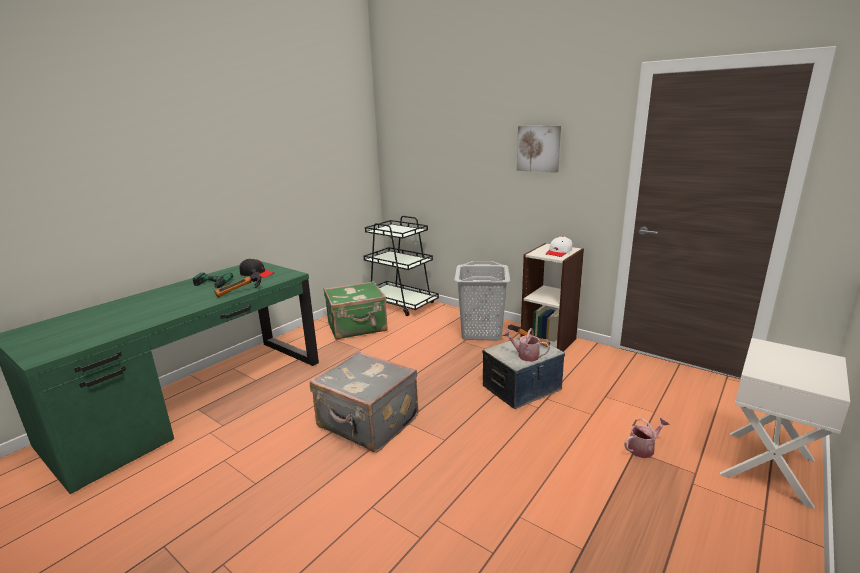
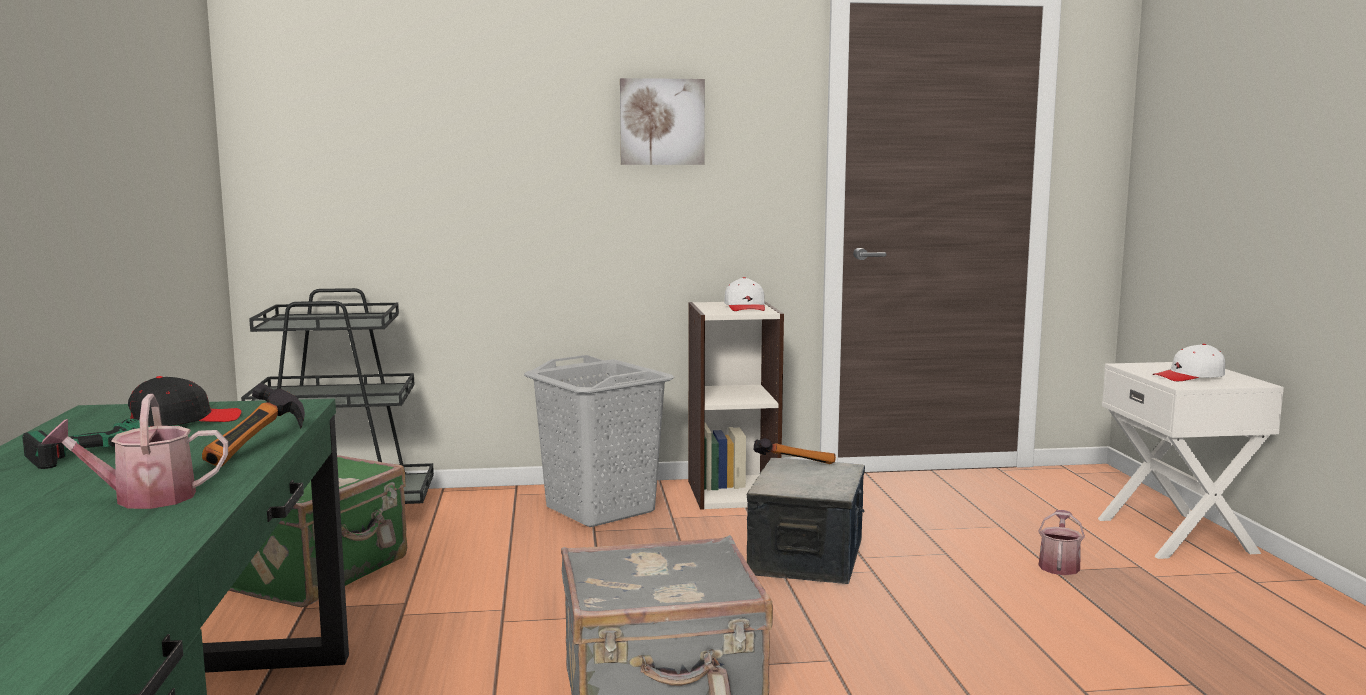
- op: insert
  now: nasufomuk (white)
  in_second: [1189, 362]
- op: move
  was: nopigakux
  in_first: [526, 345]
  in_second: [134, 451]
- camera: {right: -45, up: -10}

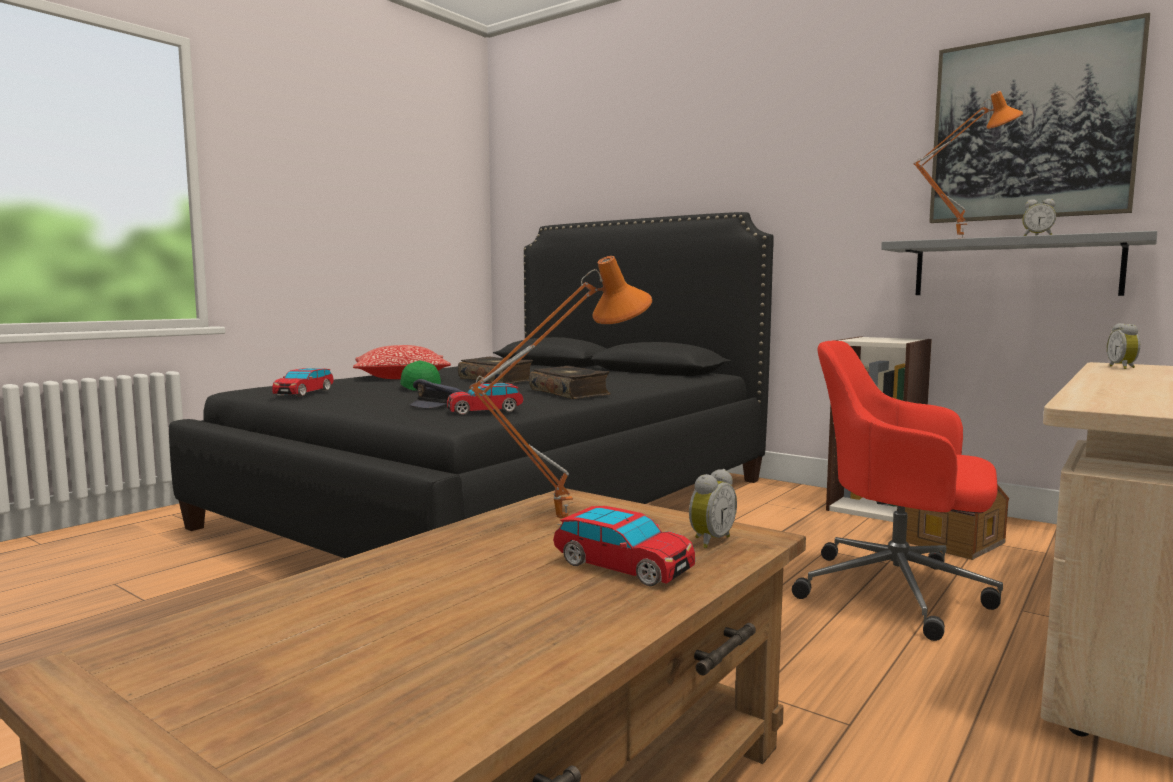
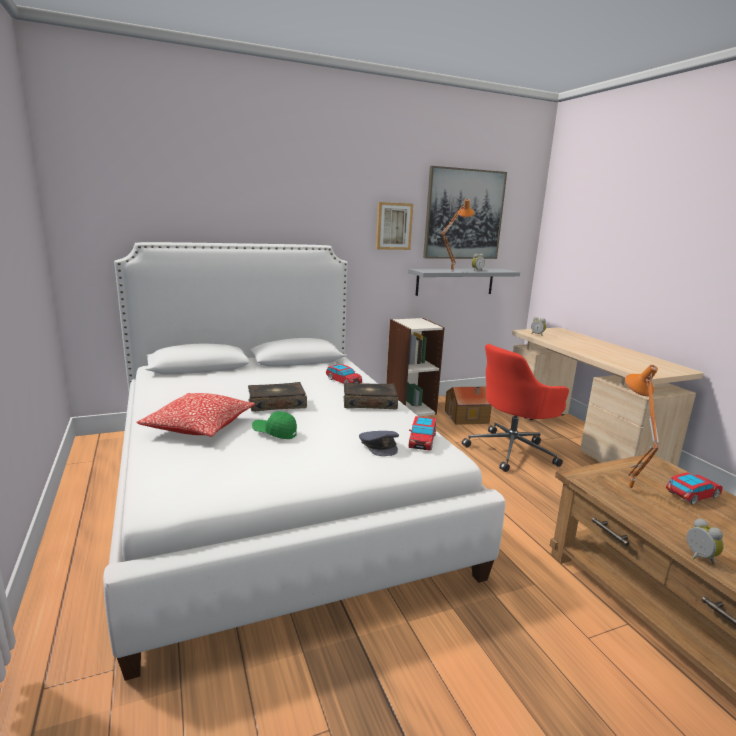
- op: insert
  now: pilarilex
  in_second: [394, 226]
- op: move
  was: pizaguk
  in_first: [303, 382]
  in_second: [344, 374]
- op: move
  was: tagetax
  in_first: [713, 508]
  in_second: [705, 541]
- op: recolor
  was: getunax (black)
  now: getunax (white)
  in_first: [471, 385]
  in_second: [304, 461]
- camera: {right: -60, up: 10}

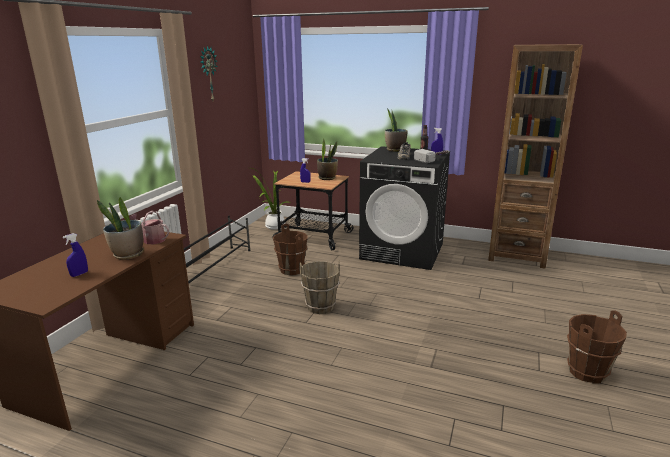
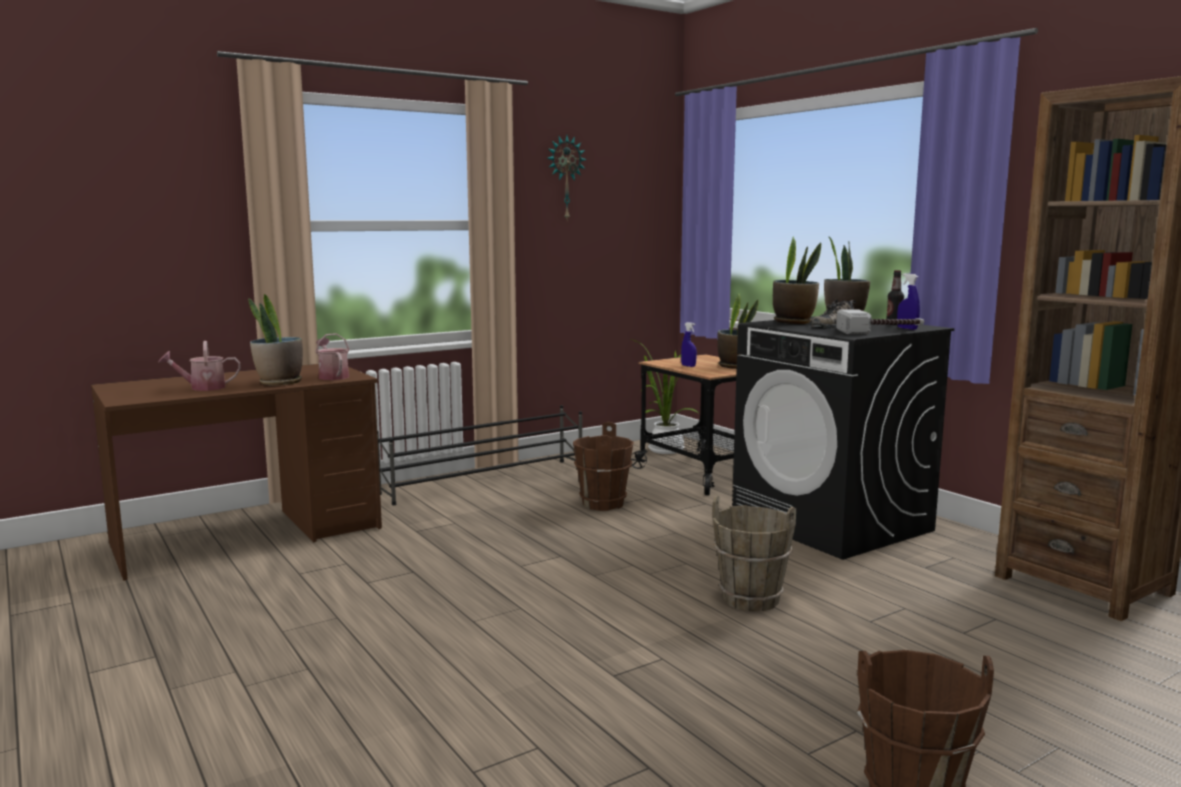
- op: insert
  now: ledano
  in_second: [797, 280]
- op: move
  was: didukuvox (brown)
  in_first: [319, 287]
  in_second: [754, 553]
- op: replace
  was: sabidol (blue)
  now: nopigakux
  in_first: [75, 255]
  in_second: [199, 366]
- camera: {right: 35, up: -10}

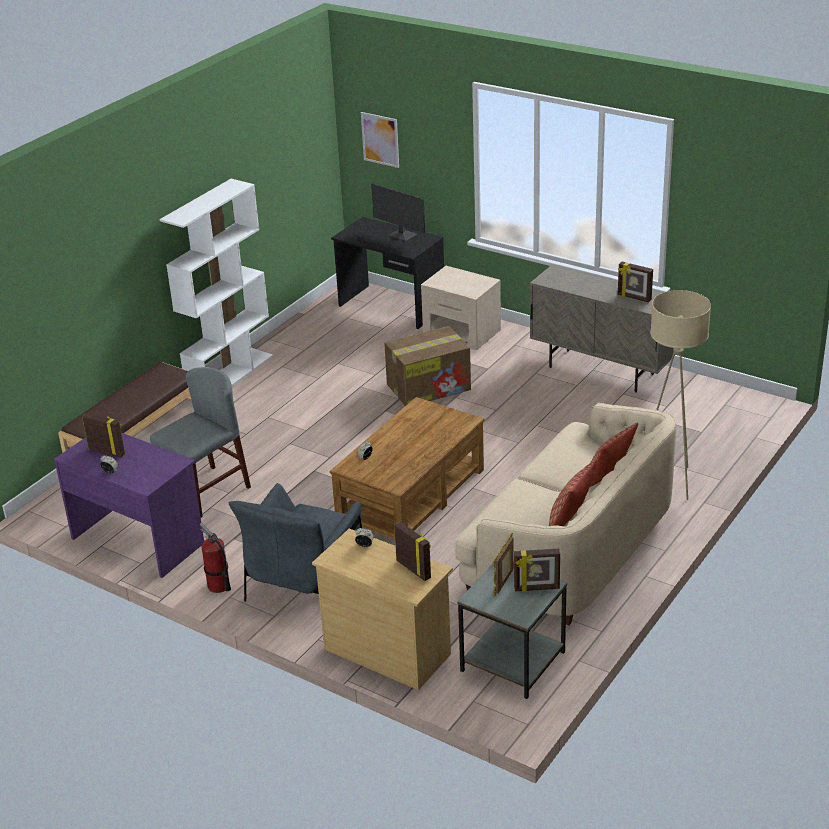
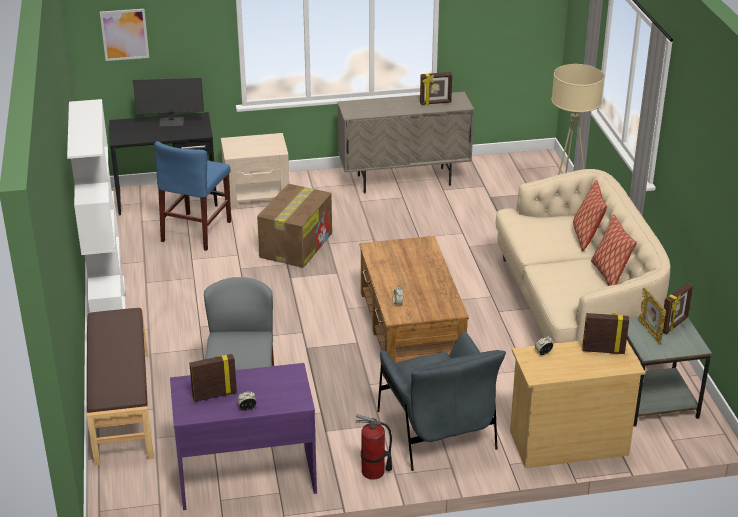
- op: insert
  now: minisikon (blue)
  in_second: [192, 196]
- camera: {right: -45, up: 0}

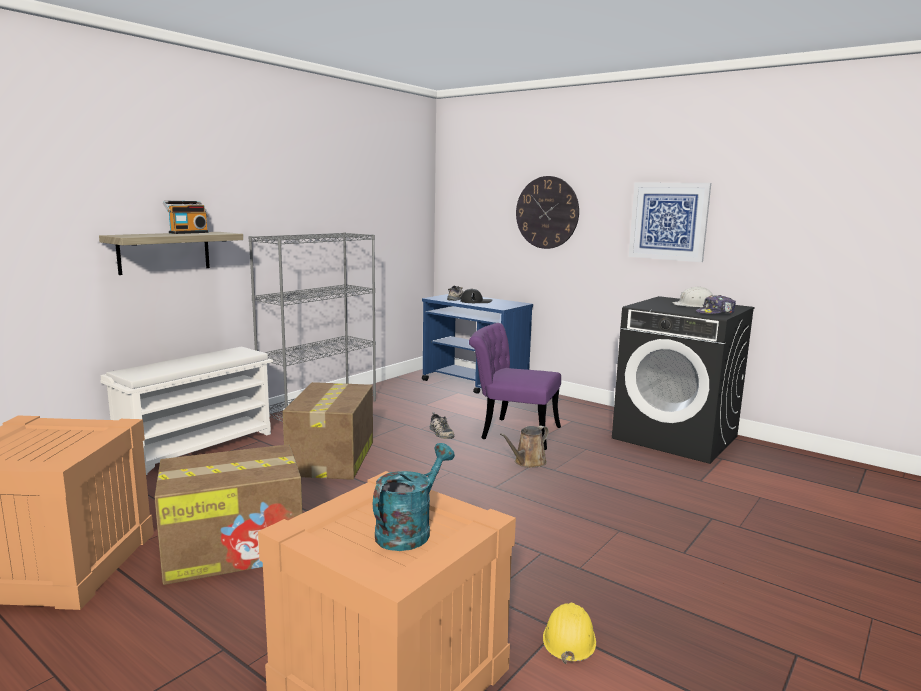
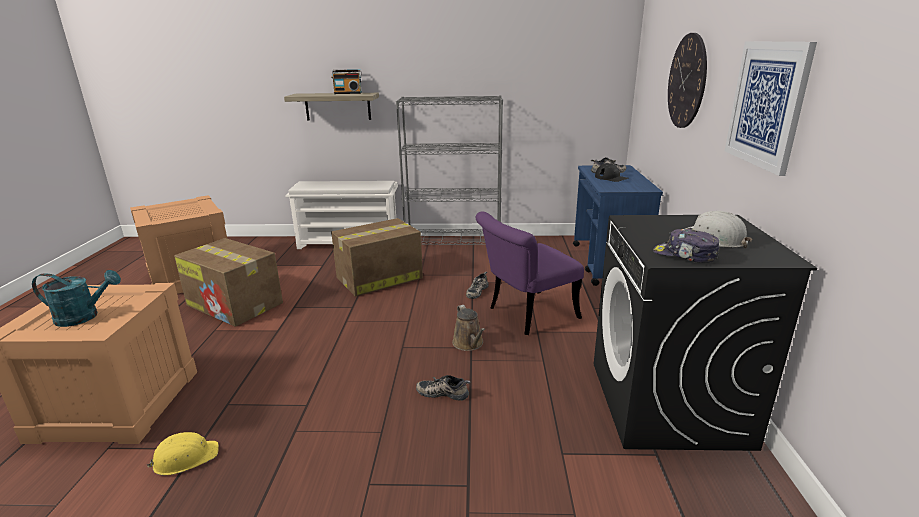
- op: insert
  now: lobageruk
  in_second: [443, 388]
- op: rotate
  was: minisikon (purple)
  in_first: [515, 386]
  in_second: [530, 273]
  clockwise: -105
- op: rotate
  was: nopigakux (brown)
  in_first: [524, 447]
  in_second: [468, 328]
  clockwise: -120
- camera: {right: 55, up: 10}

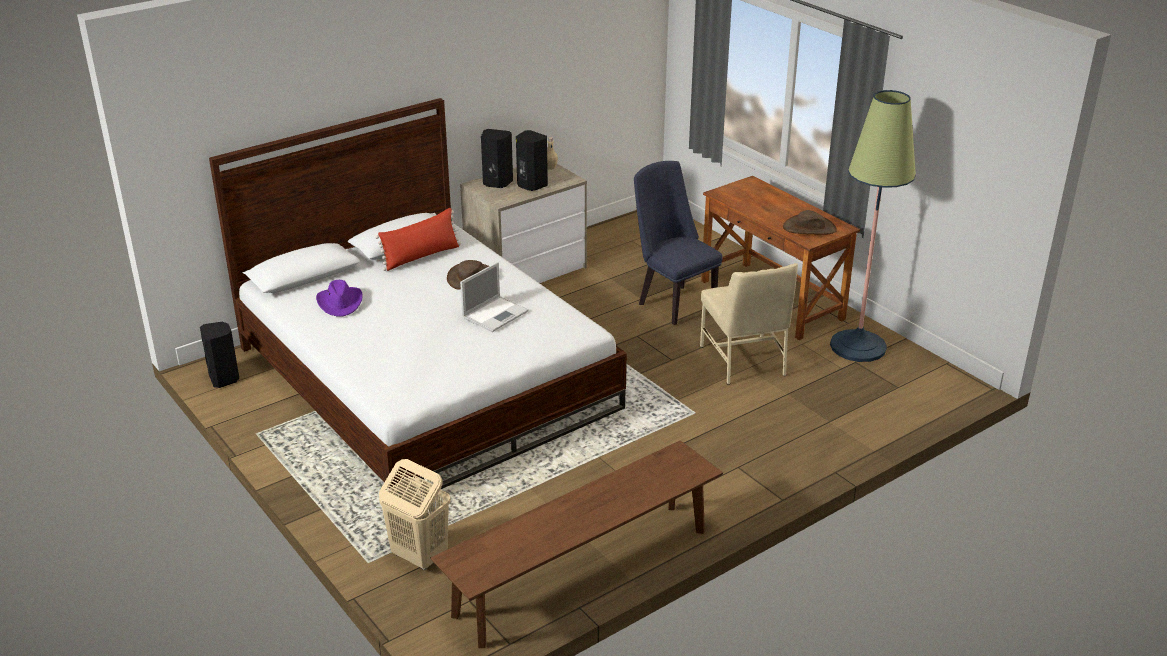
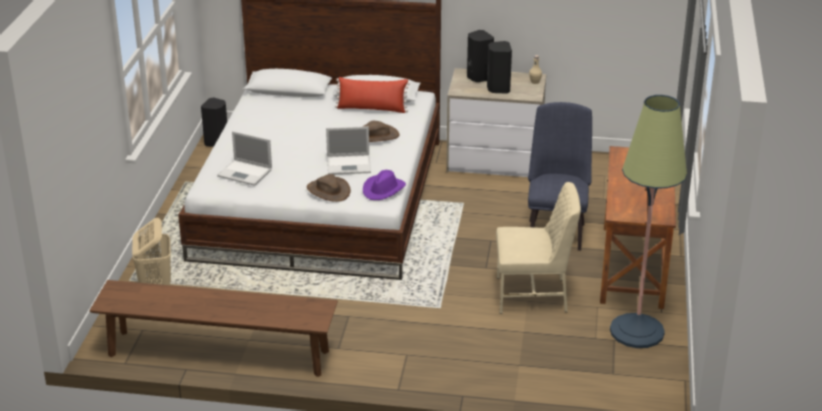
- op: insert
  now: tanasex
  in_second: [244, 158]
- op: move
  was: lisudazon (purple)
  in_first: [339, 298]
  in_second: [384, 185]
- op: move
  was: lisudazon (brown)
  in_first: [810, 222]
  in_second: [329, 188]
- op: rotate
  was: minisikon (beige)
  in_first: [749, 324]
  in_second: [538, 248]
  clockwise: -120
- camera: {right: 45, up: 0}

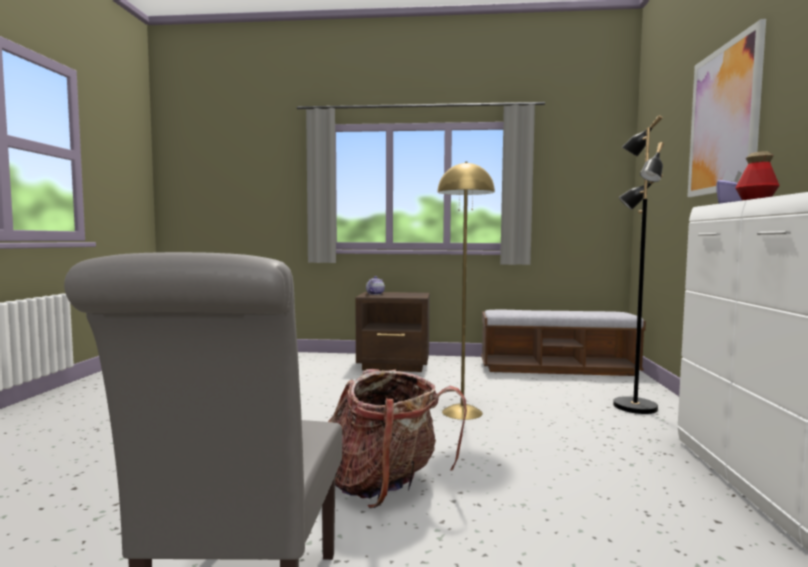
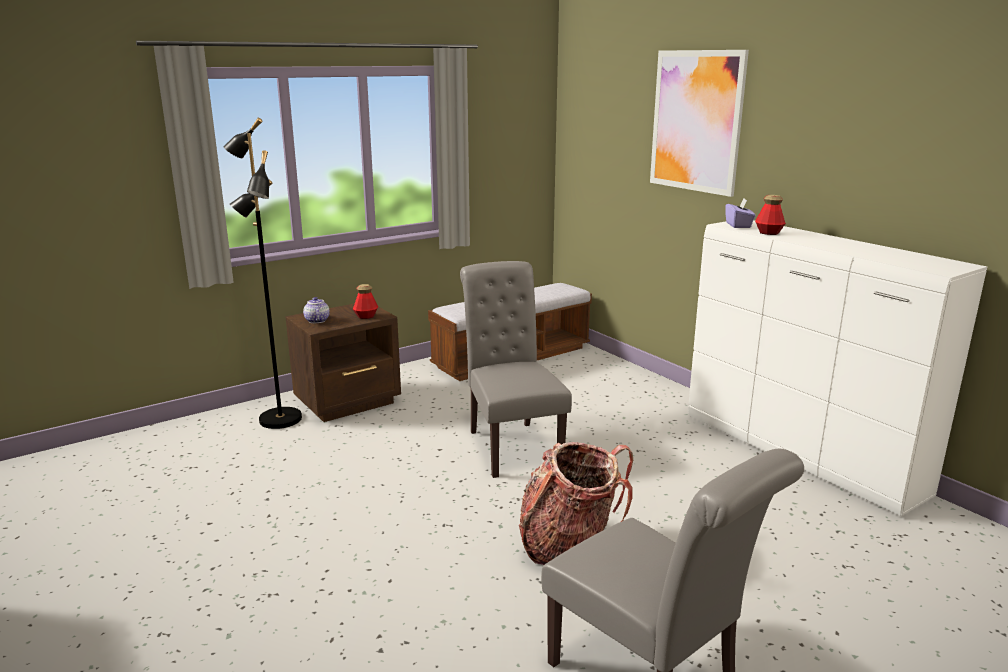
- op: insert
  now: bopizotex
  in_second: [365, 301]
- op: move
  was: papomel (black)
  in_first: [638, 264]
  in_second: [263, 273]
- op: replace
  was: papomel (yellow)
  now: minisikon (grey)
  in_first: [466, 291]
  in_second: [516, 369]
- camera: {right: -40, up: 15}

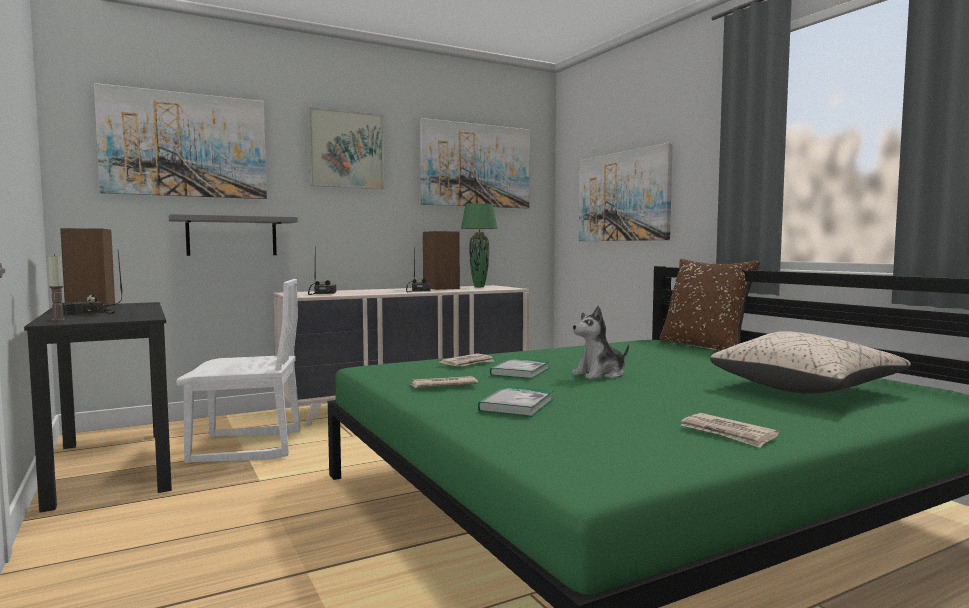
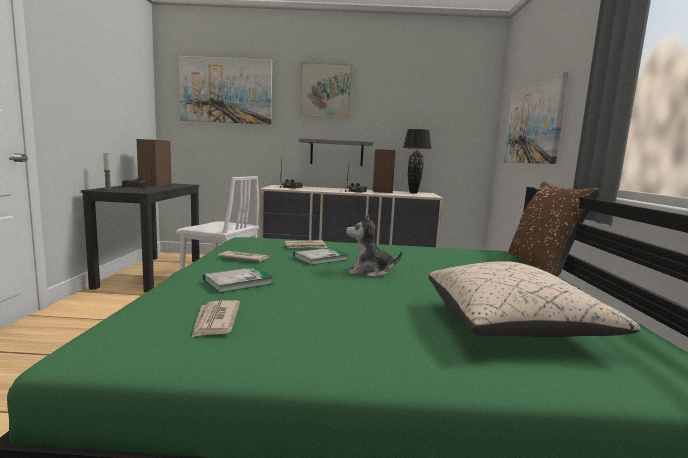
- op: delete
  was: pilarilex
  in_first: [475, 163]
- op: move
  was: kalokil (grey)
  in_first: [233, 235]
  in_second: [336, 152]
- op: move
  was: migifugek
  in_first: [730, 430]
  in_second: [215, 319]
- op: recolor
  was: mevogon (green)
  now: mevogon (black)
  in_first: [479, 245]
  in_second: [417, 161]
- camera: {right: 30, up: 5}

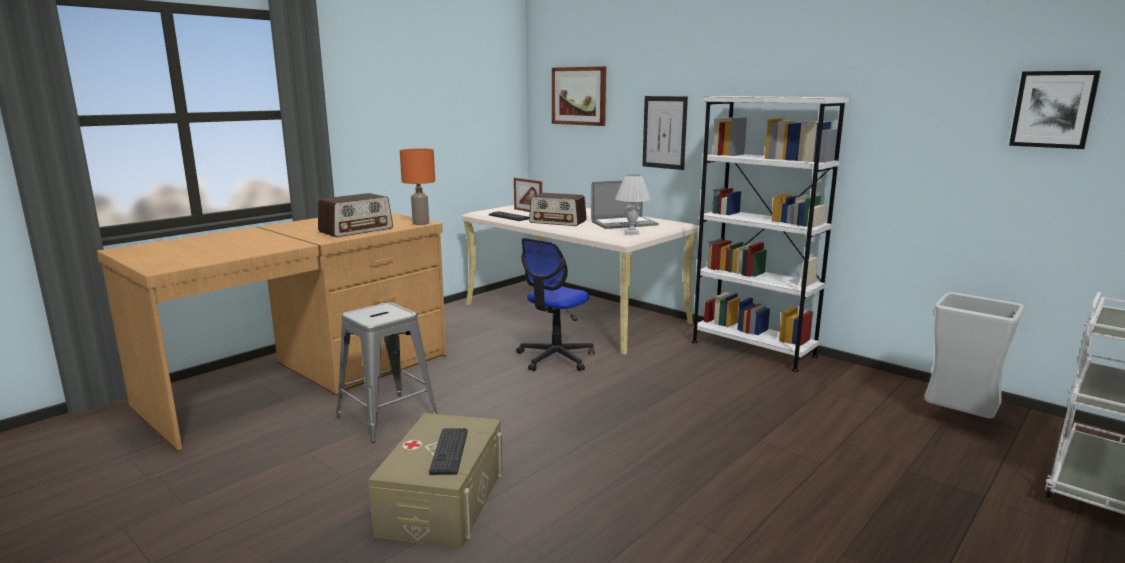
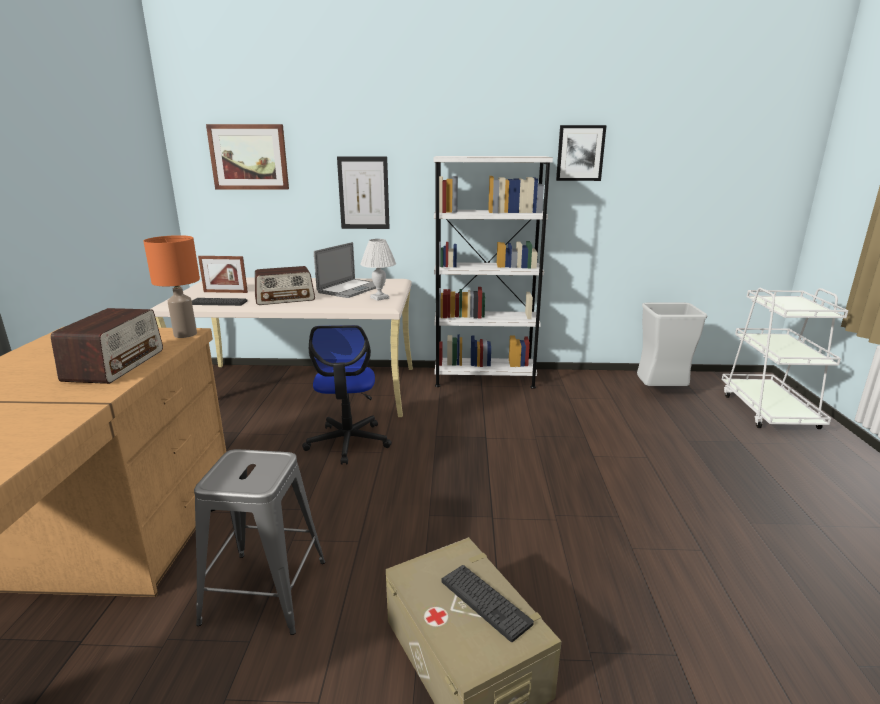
- op: move
  was: pilarilex
  in_first: [1055, 110]
  in_second: [581, 153]
- camera: {right: -40, up: 5}

